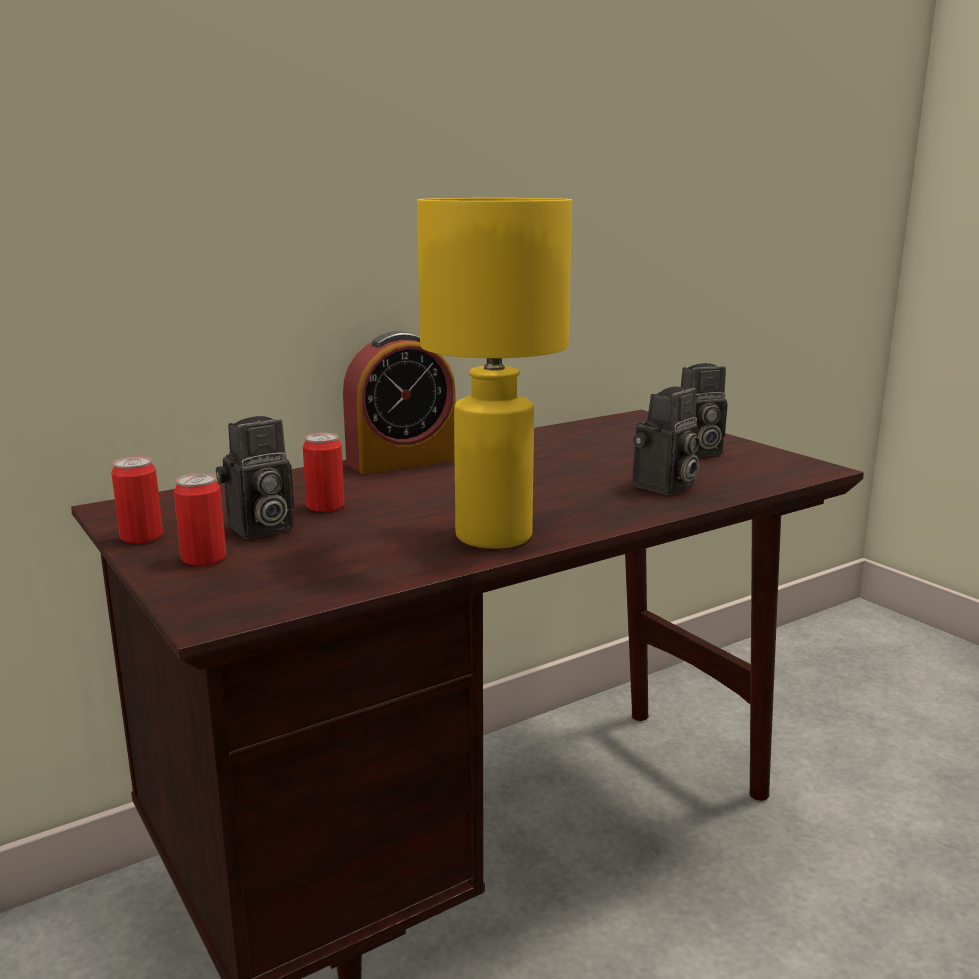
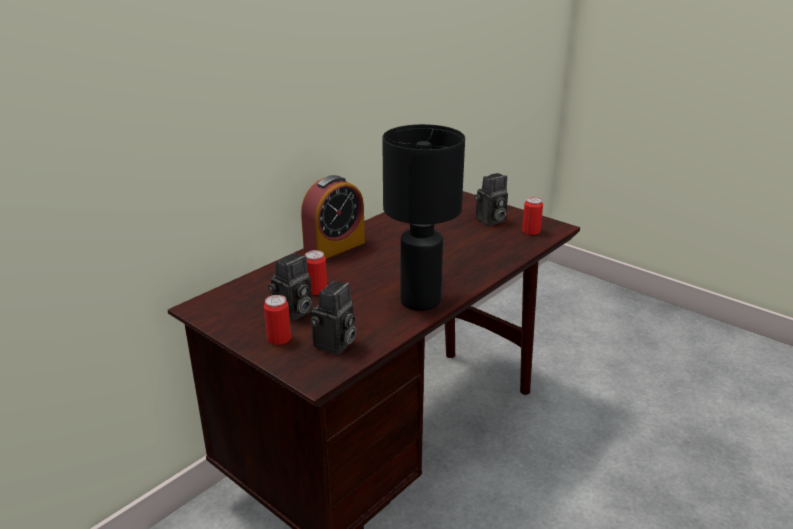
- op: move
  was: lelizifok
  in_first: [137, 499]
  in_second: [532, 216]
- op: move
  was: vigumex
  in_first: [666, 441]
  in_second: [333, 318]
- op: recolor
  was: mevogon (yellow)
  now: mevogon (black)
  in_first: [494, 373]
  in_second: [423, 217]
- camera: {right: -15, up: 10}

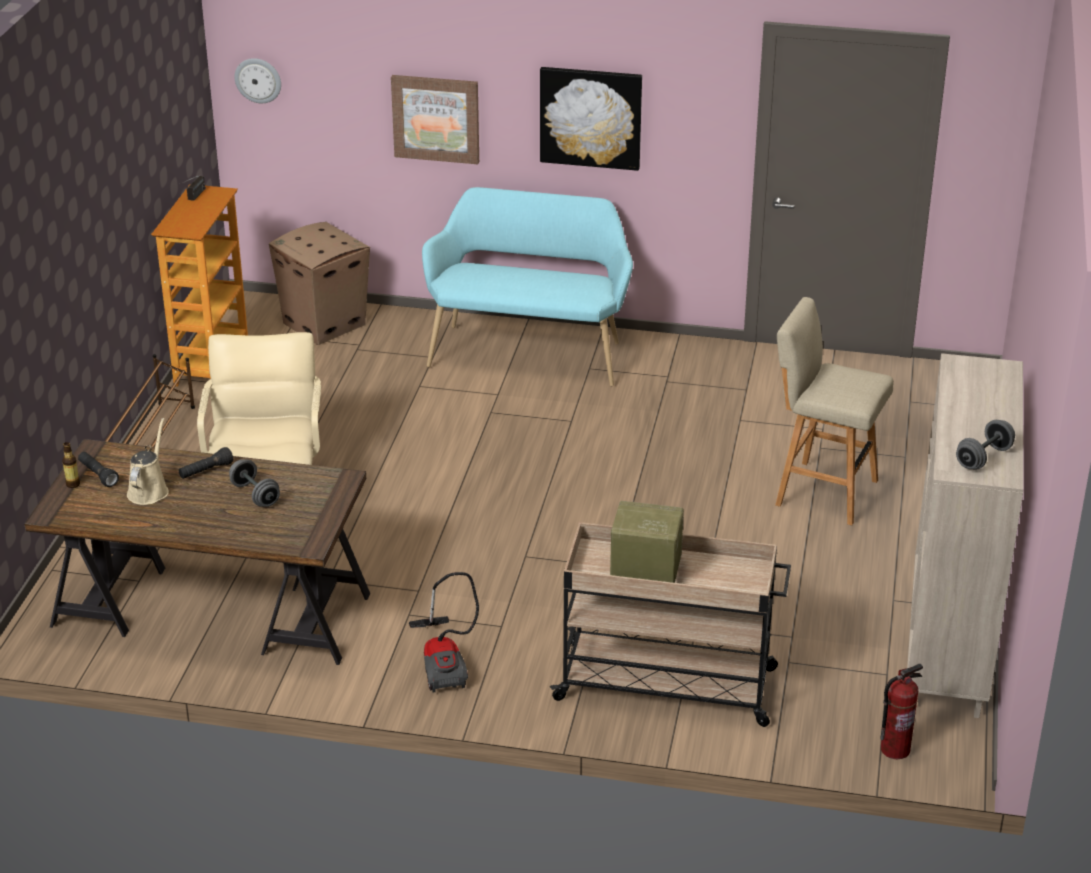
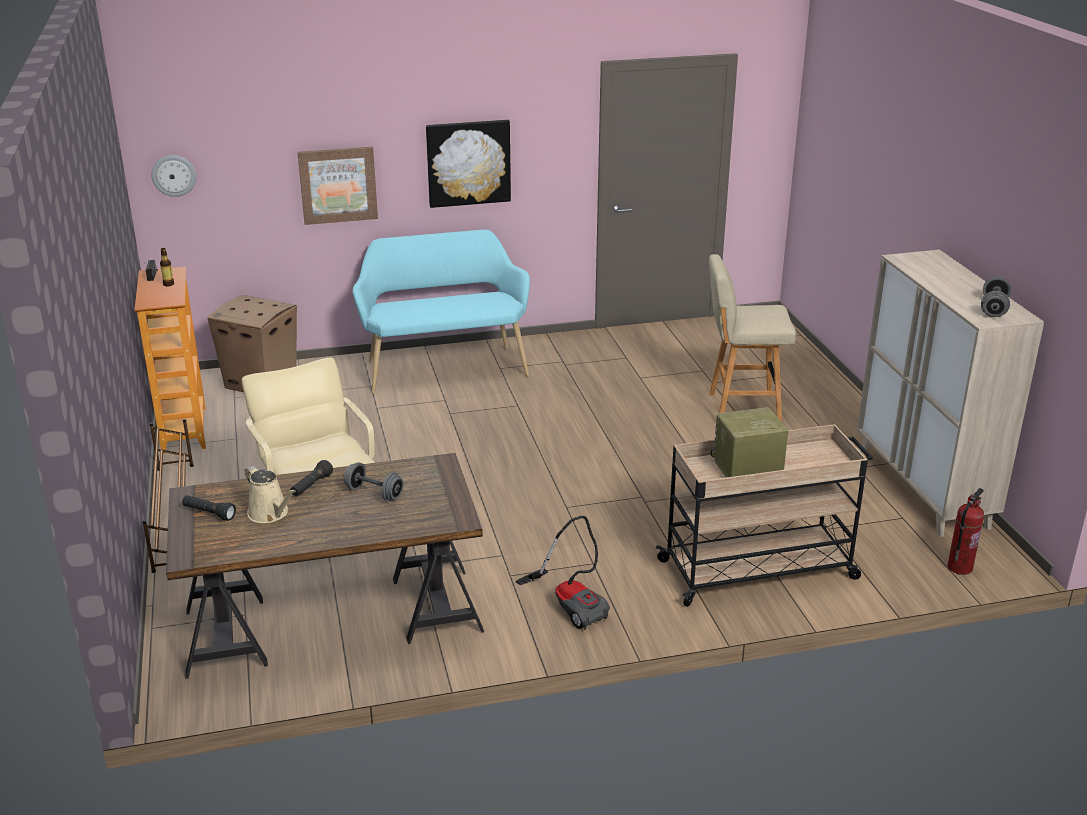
- op: move
  was: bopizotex
  in_first: [71, 465]
  in_second: [167, 267]
- op: rotate
  was: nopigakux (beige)
  in_first: [148, 461]
  in_second: [270, 494]
  clockwise: 150
- camera: {right: -25, up: -5}

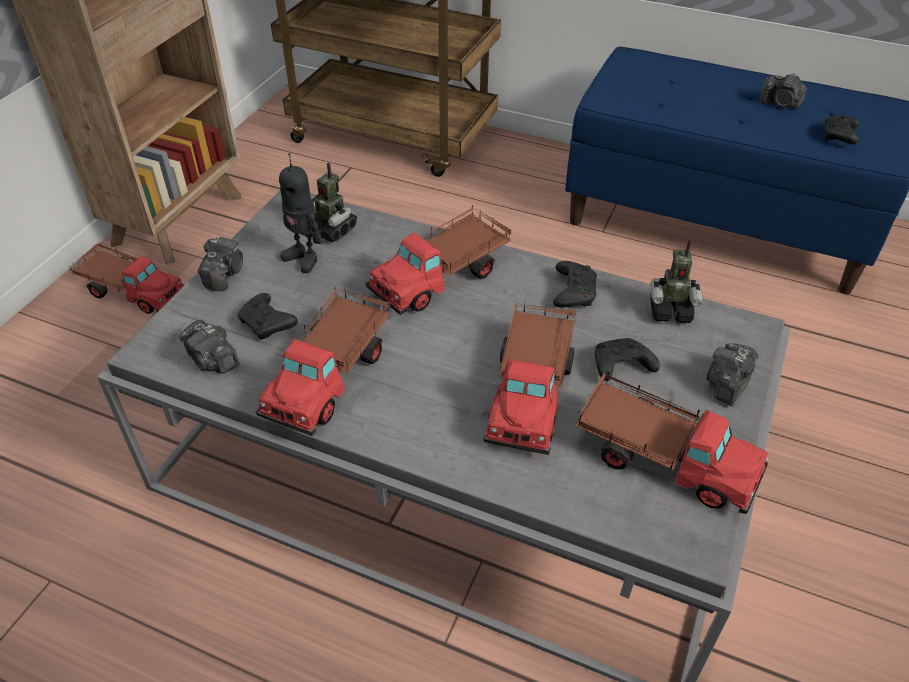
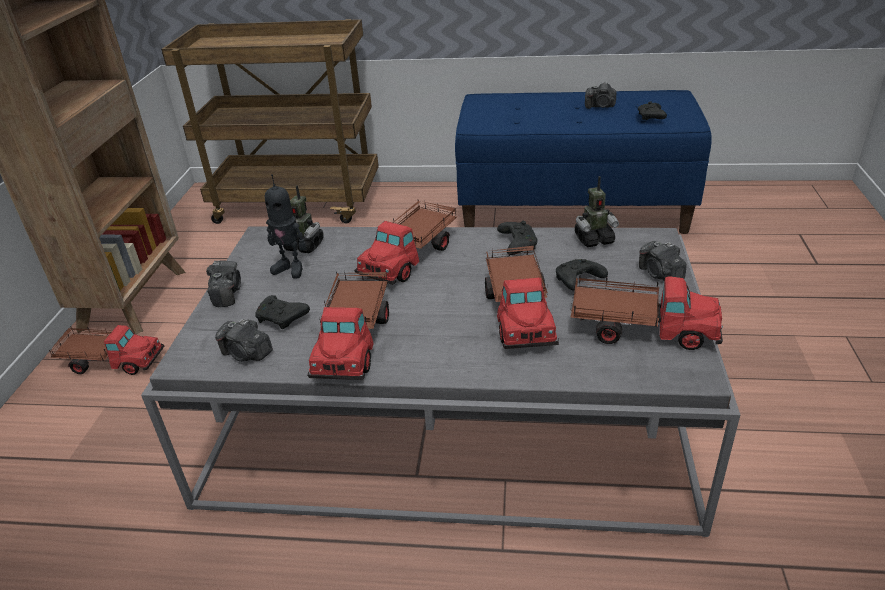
- op: rotate
  was: vigumex
  in_first: [732, 374]
  in_second: [663, 260]
  clockwise: -45
- camera: {right: -15, up: -10}

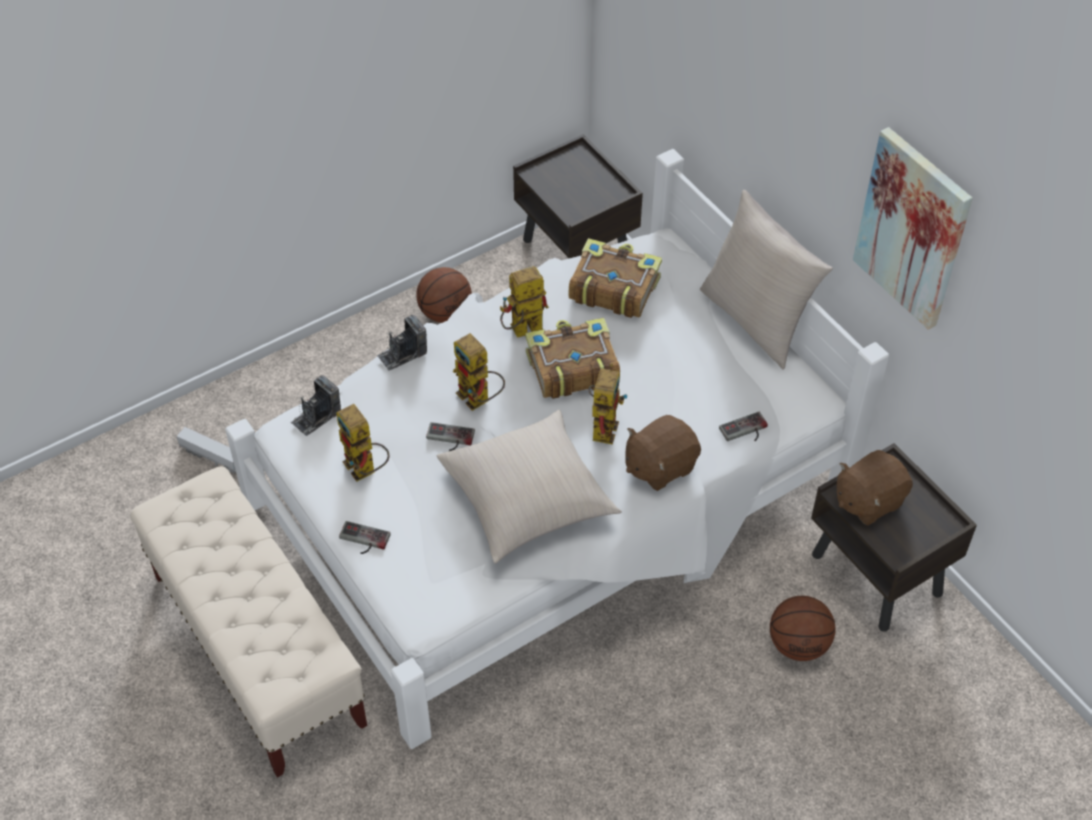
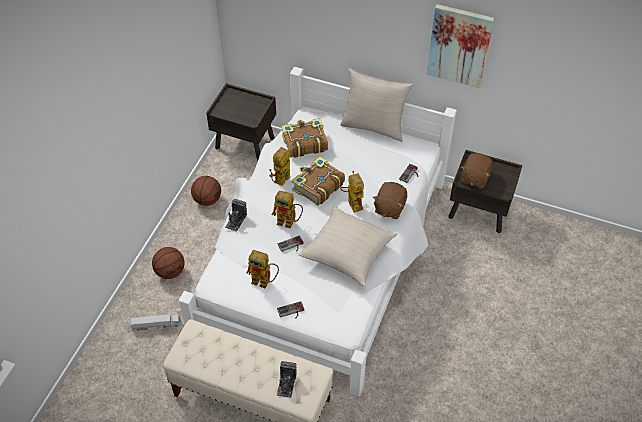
- op: move
  was: vigumex
  in_first: [316, 405]
  in_second: [287, 379]
- op: move
  was: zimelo
  in_first: [803, 628]
  in_second: [168, 263]
- camera: {right: -35, up: 0}

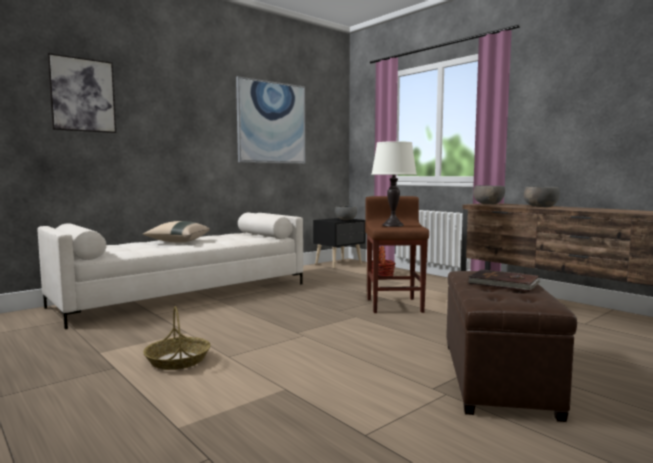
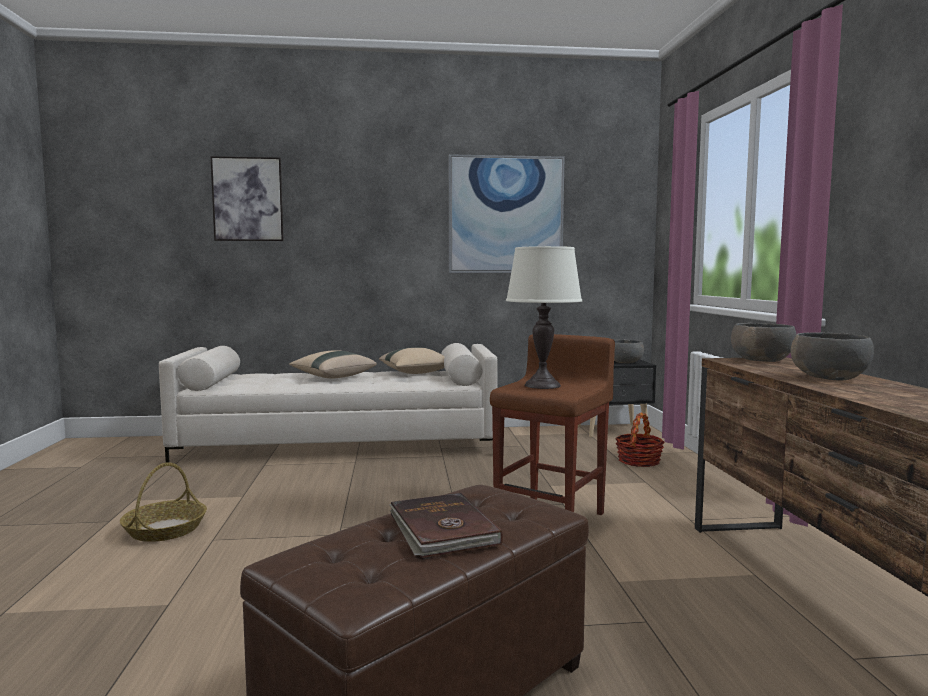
- op: insert
  now: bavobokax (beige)
  in_second: [412, 360]
- camera: {right: 35, up: 0}

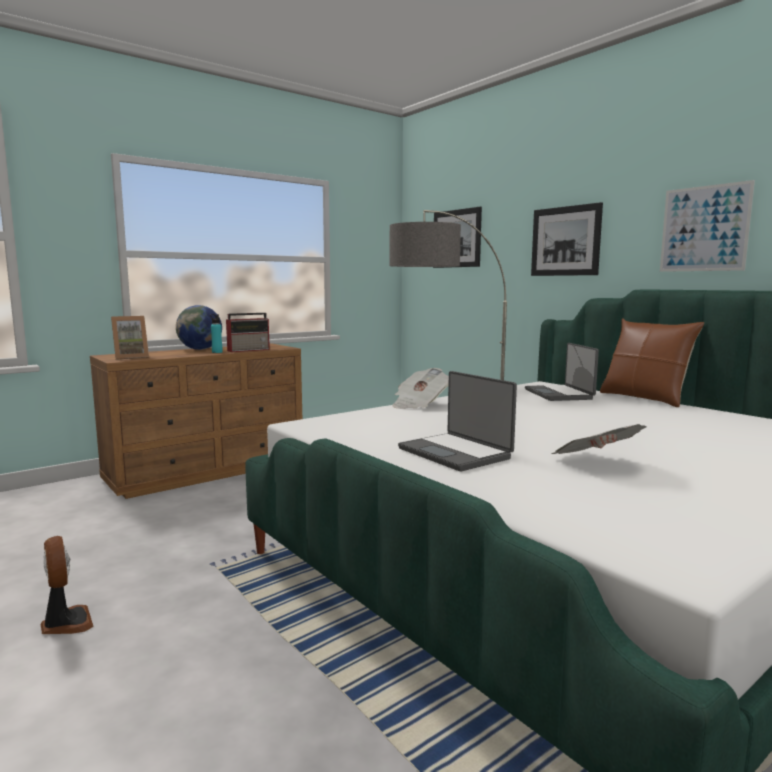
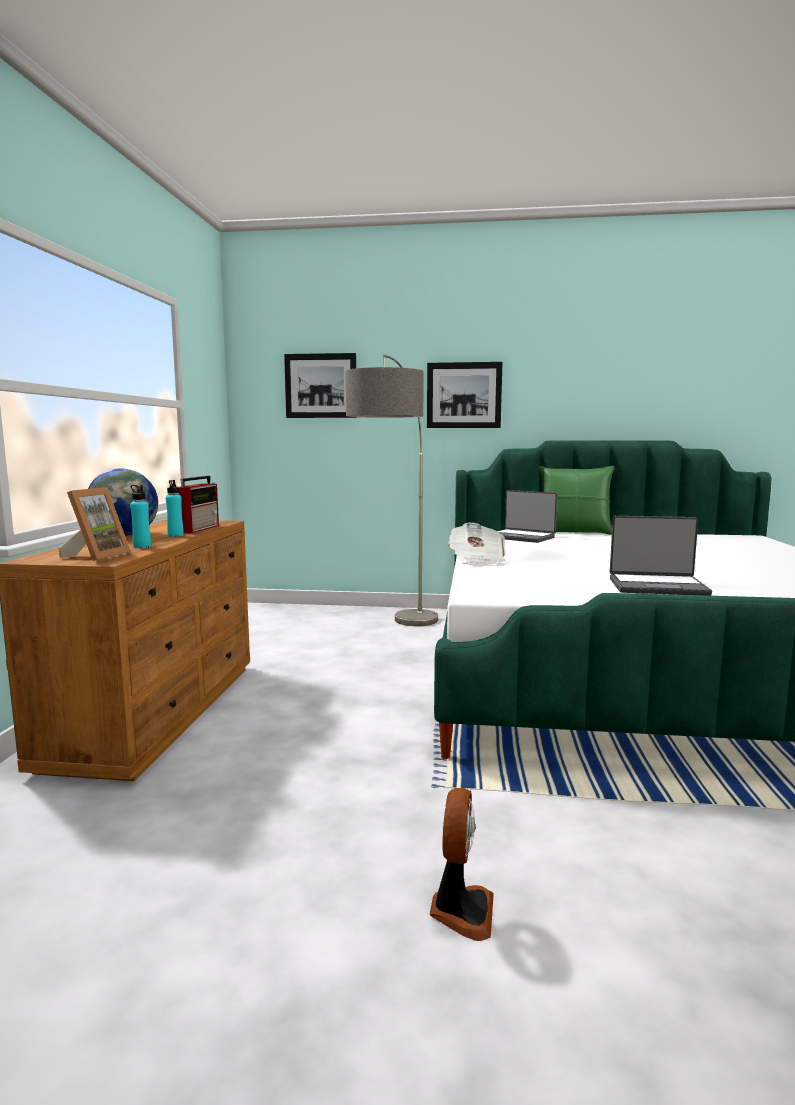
- op: delete
  was: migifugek
  in_first: [598, 439]
- op: delete
  was: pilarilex
  in_first: [707, 226]
- op: insert
  now: bopizotex (turquoise)
  in_second: [140, 516]
- op: recolor
  was: bavobokax (brown)
  now: bavobokax (green)
  in_first: [652, 362]
  in_second: [577, 500]
- op: rotate
  was: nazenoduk
  in_first: [67, 585]
  in_second: [461, 864]
  clockwise: 90
- camera: {right: -45, up: 0}

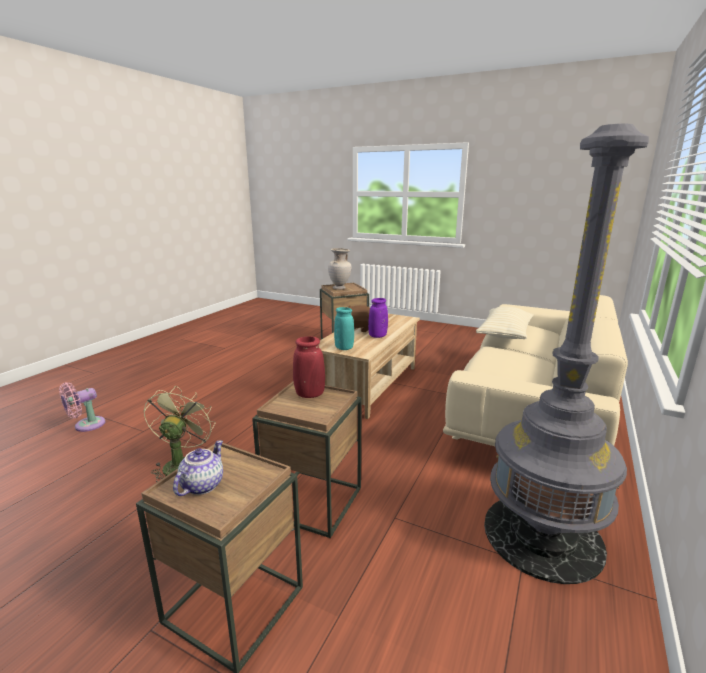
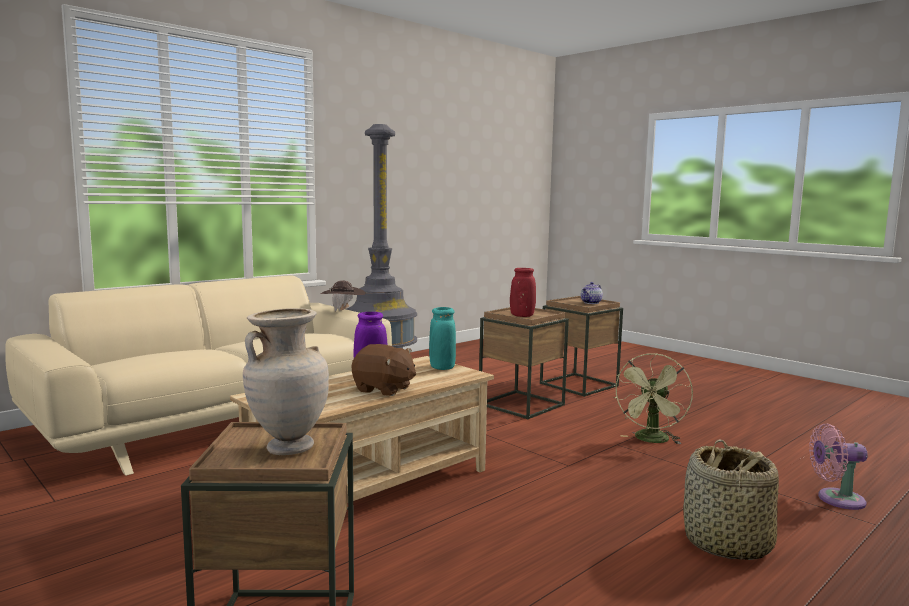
- op: delete
  was: bavobokax (beige)
  in_first: [505, 322]
- op: insert
  now: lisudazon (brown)
  in_second: [343, 296]
- op: insert
  now: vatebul
  in_second: [731, 499]
- op: rotate
  was: nazenoduk (pink)
  in_first: [82, 407]
  in_second: [838, 467]
  clockwise: -150
- camera: {right: -160, up: -10}

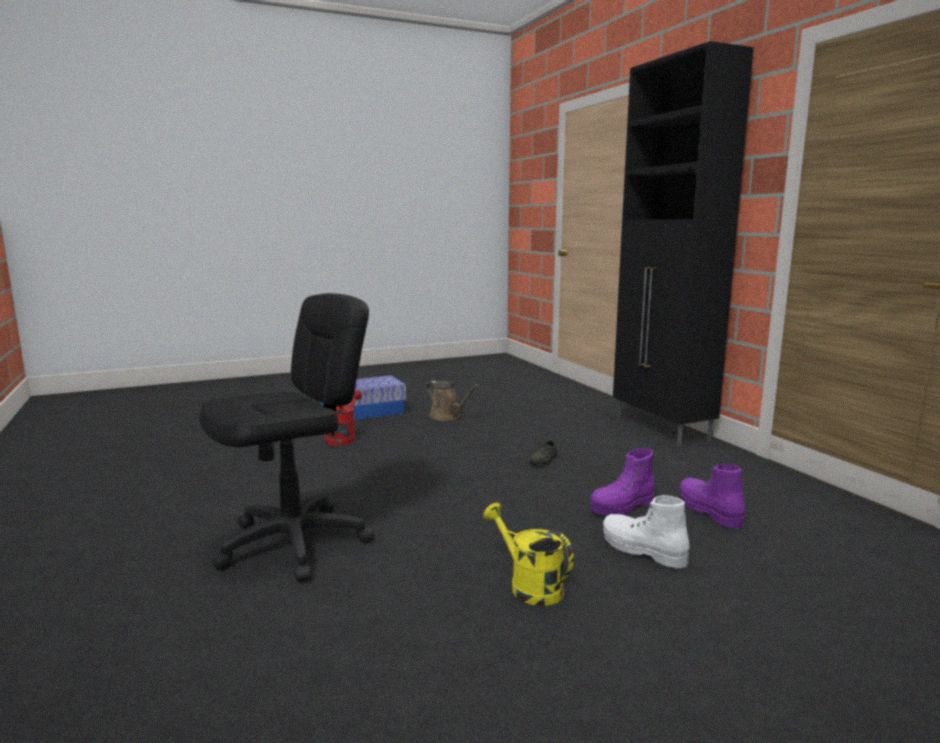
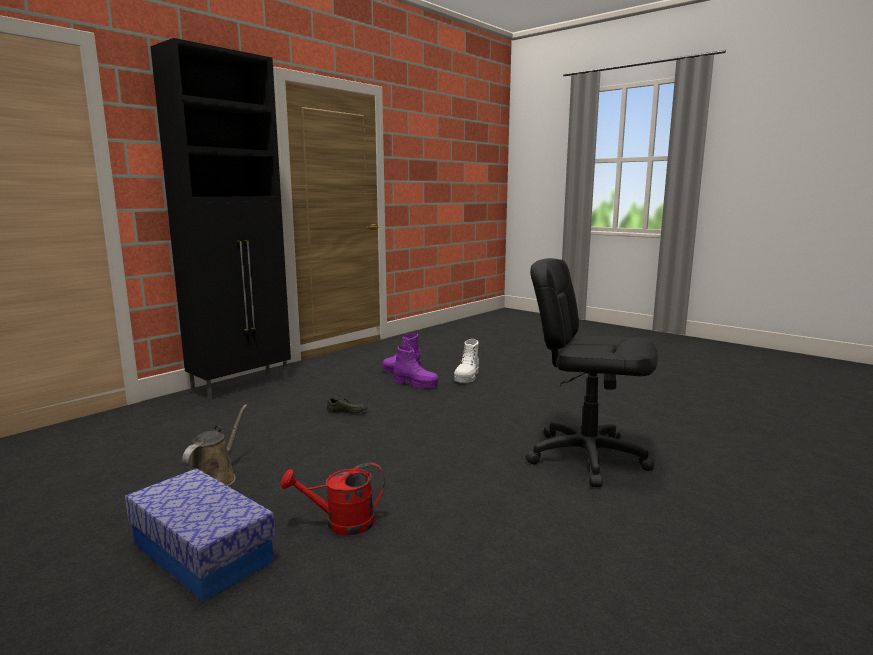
- op: delete
  was: nopigakux (yellow)
  in_first: [528, 554]
- camera: {right: -115, up: 0}

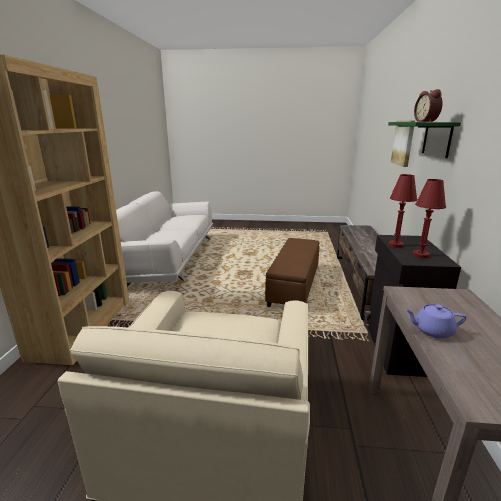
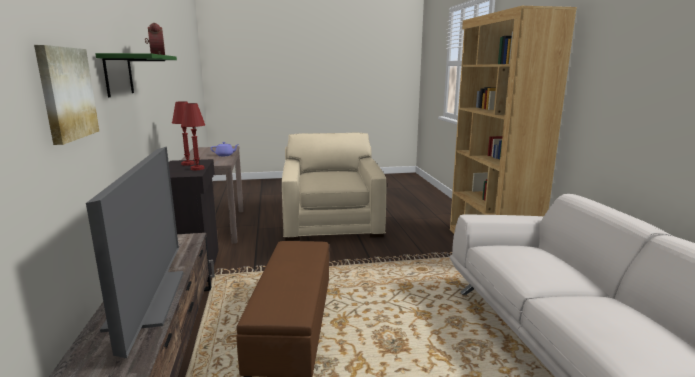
- op: insert
  now: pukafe
  in_second: [134, 252]
- camera: {right: 165, up: -5}

